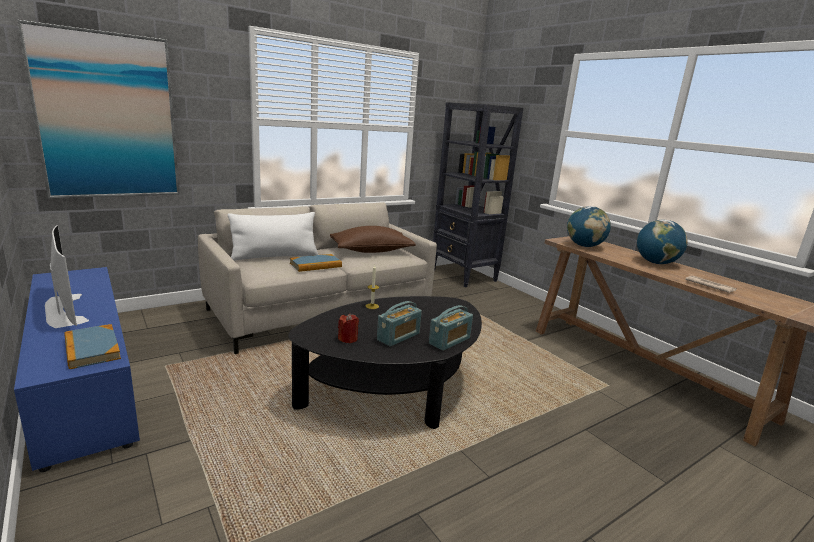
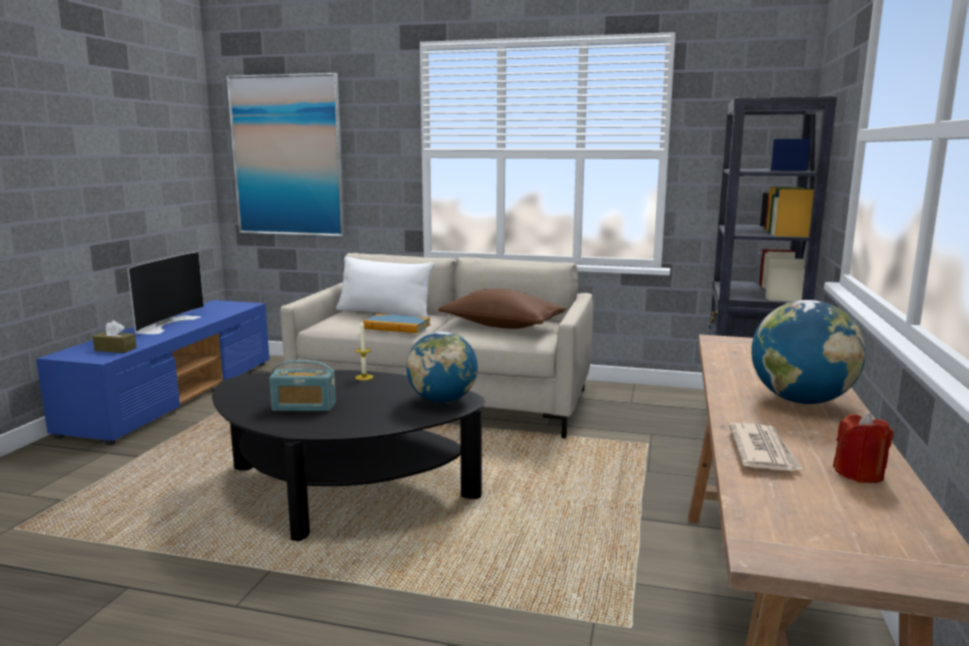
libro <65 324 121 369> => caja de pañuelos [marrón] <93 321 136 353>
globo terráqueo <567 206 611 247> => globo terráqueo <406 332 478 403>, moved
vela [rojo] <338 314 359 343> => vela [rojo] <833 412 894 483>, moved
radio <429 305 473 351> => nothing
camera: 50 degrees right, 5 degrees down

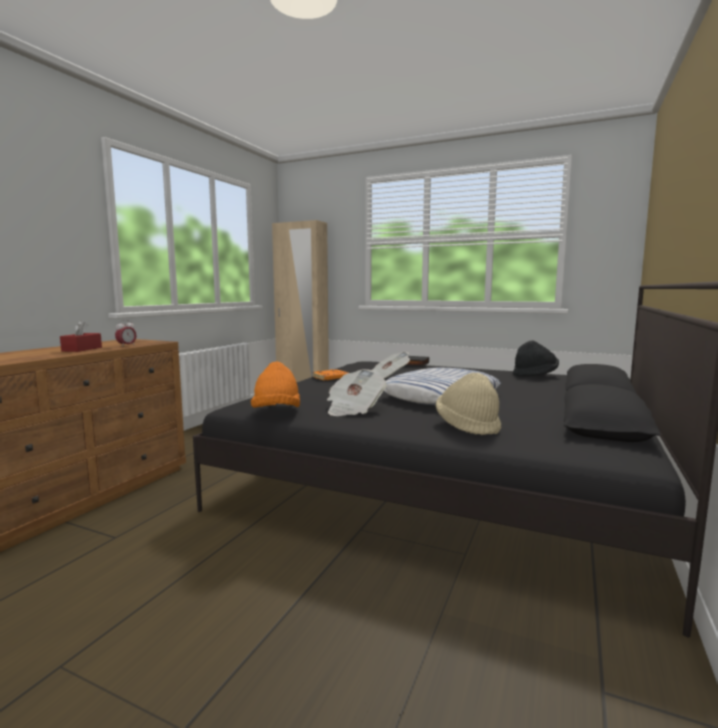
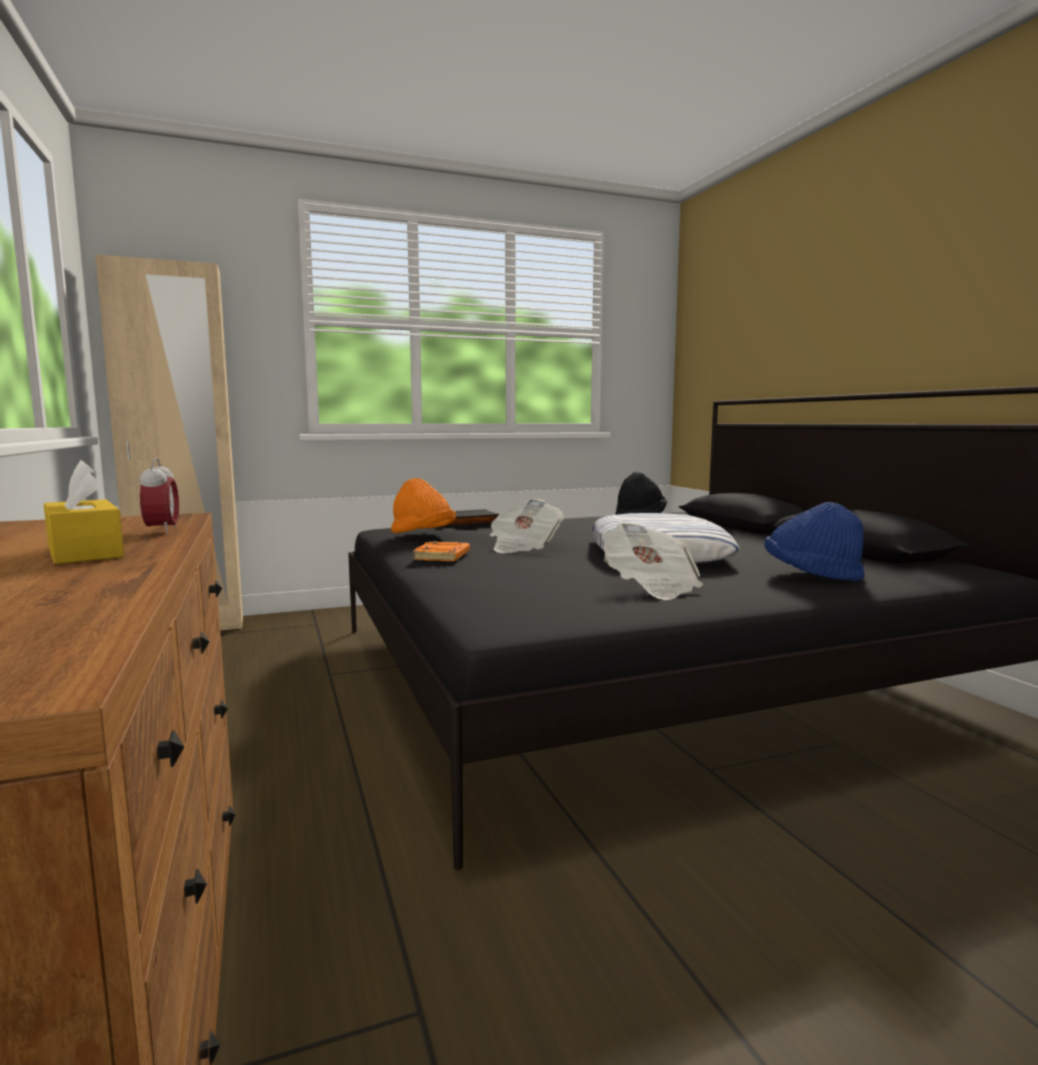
caja de pañuelos [rojo] <60 320 102 352> => caja de pañuelos [amarillo] <44 460 124 564>
sombrero [naranja] <251 362 300 408> => sombrero [naranja] <391 478 456 533>, moved
sombrero [beis] <436 373 501 435> => sombrero [azul] <764 502 865 581>
camera: 45 degrees left, 0 degrees up

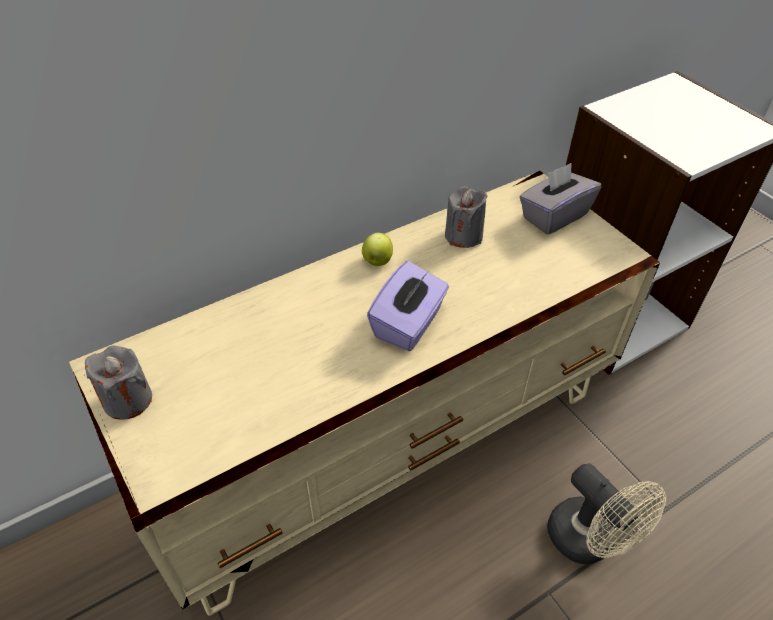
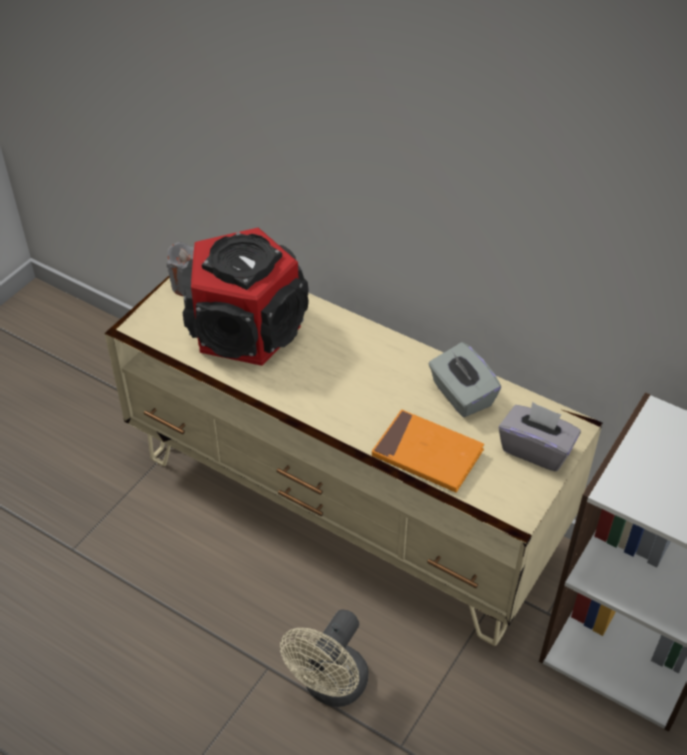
nothing => altavoz <181 228 309 366>
nothing => libro [naranja] <372 410 484 493>
vela [gris] <445 186 487 248> => caja de pañuelos [gris] <429 342 501 417>
manzana <362 233 393 266> => nothing
caja de pañuelos [morado] <367 261 449 351> => nothing
camera: 65 degrees right, 0 degrees up

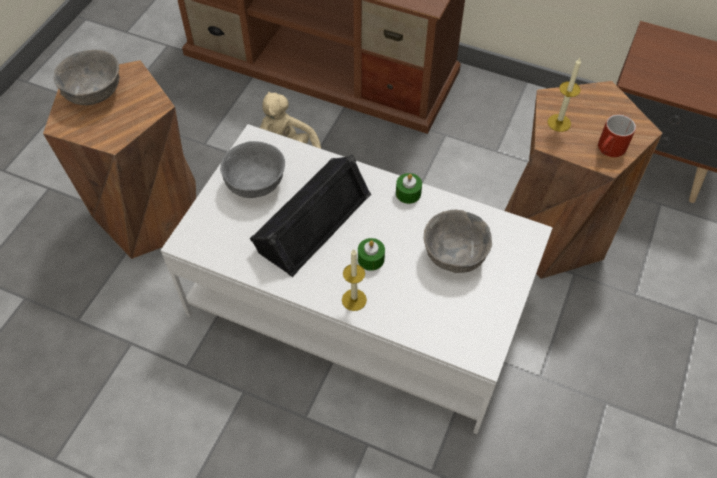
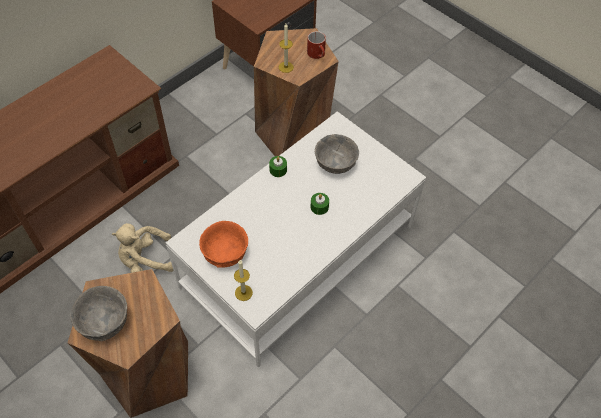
cuenco [gris] <220 141 285 198> => cuenco [naranja] <199 221 248 268>
vela <342 249 367 311> => vela <234 260 253 301>, moved
altavoz [negro] <250 155 371 277> => nothing
camera: 70 degrees left, 0 degrees up

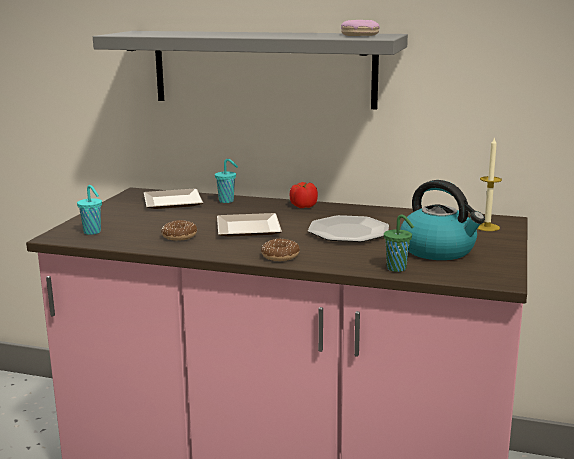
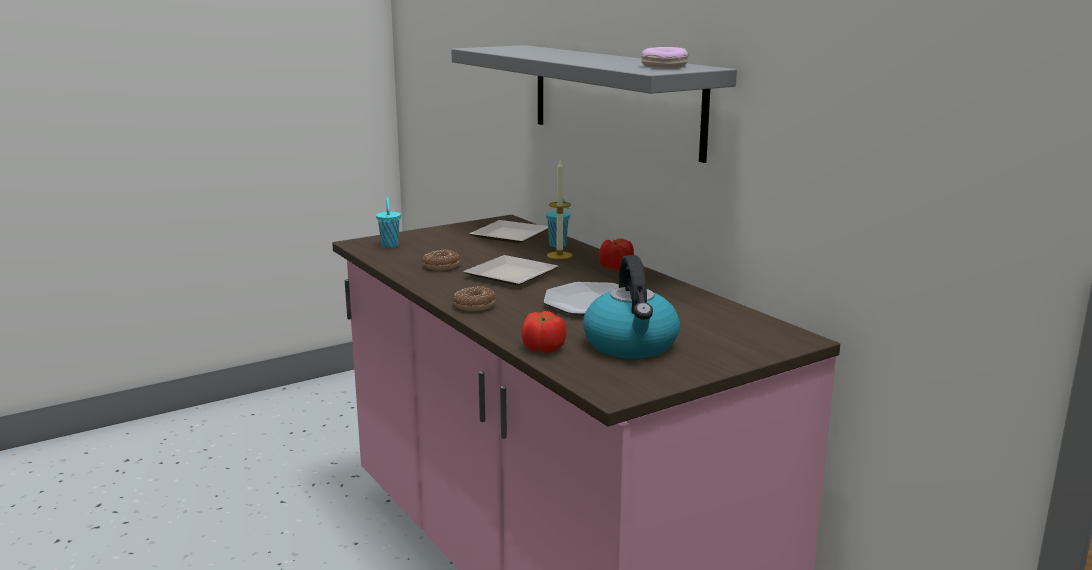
taza [verde] <384 215 414 272> => tomate <521 311 566 353>
vela <477 138 502 231> => vela <547 161 572 259>, moved
camera: 40 degrees right, 0 degrees up

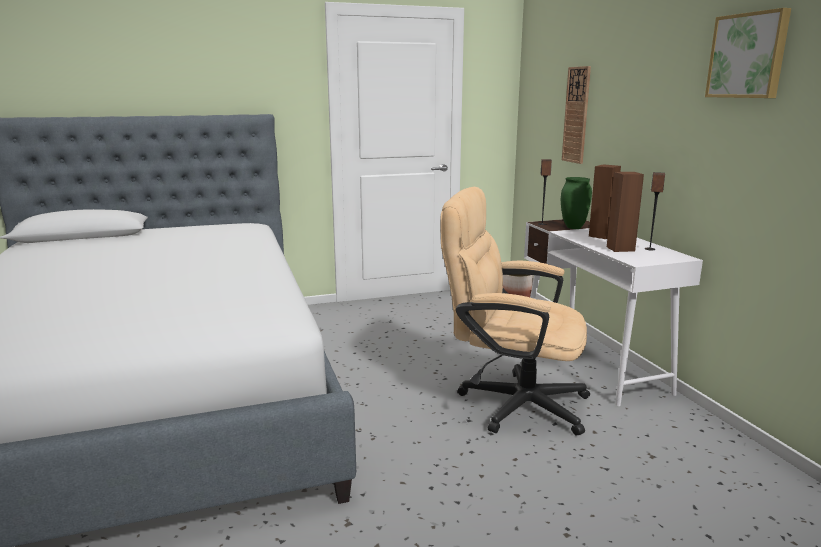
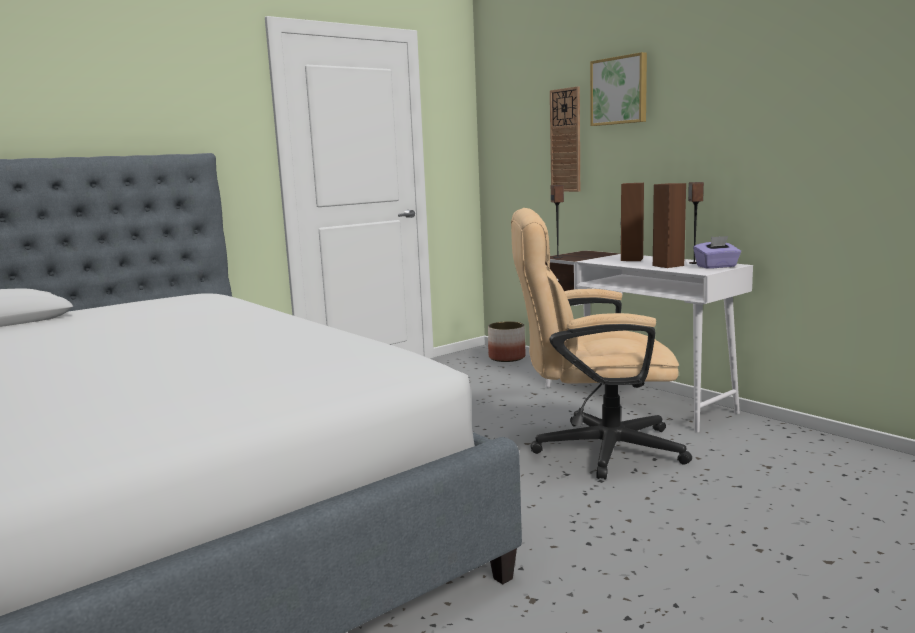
cuadro <705 8 791 98> => cuadro <590 52 647 126>, moved
nothing => caja de pañuelos [morado] <693 236 741 269>
florero [verde] <561 177 592 229> => nothing
camera: 20 degrees left, 5 degrees down

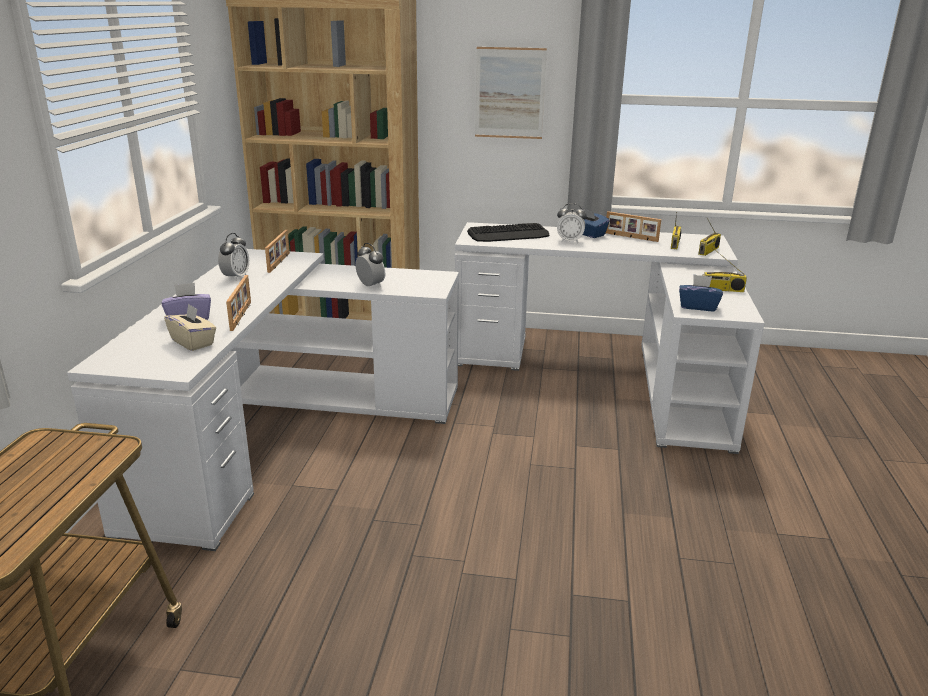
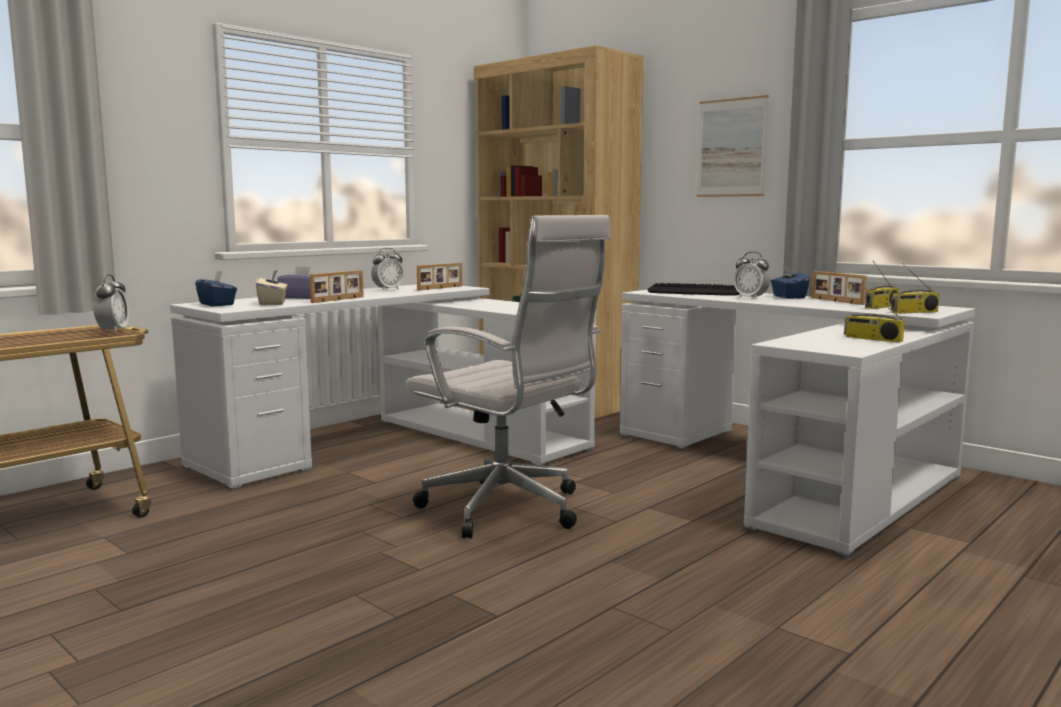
despertador <355 243 385 287> => despertador <93 274 129 333>, moved
caja de pañuelos [azul] <679 275 723 311> => caja de pañuelos [azul] <195 270 237 306>, moved
nothing => silla de oficina [blanco] <406 215 611 538>
camera: 35 degrees right, 15 degrees down

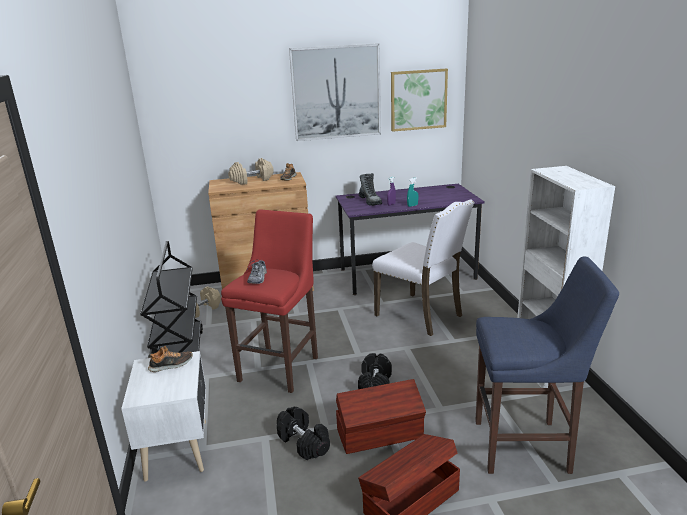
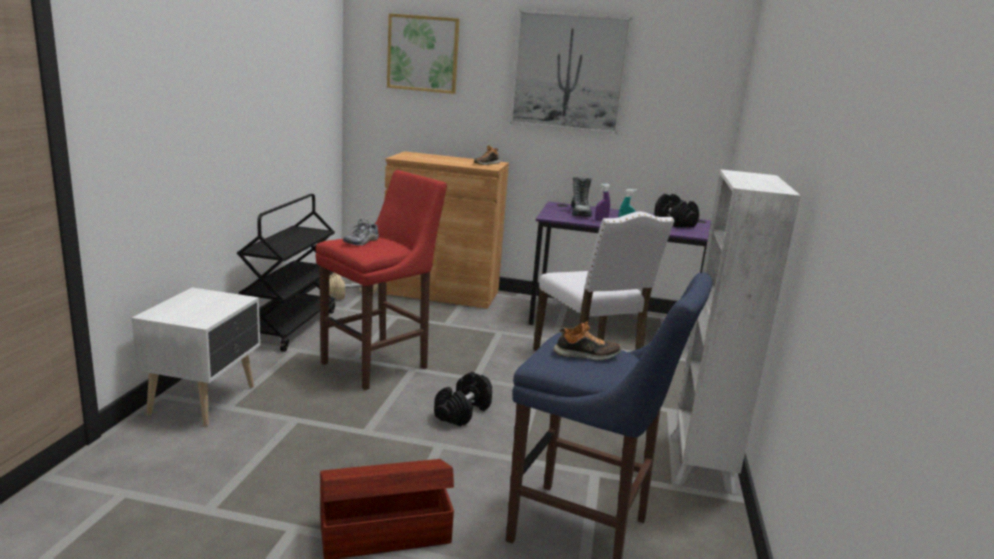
cuadro <391 69 448 132> => cuadro <387 13 460 94>, moved
zapato <148 346 193 372> => zapato <553 322 621 360>, moved
mancuerna [negro] <277 407 330 460> => mancuerna [negro] <654 194 699 227>, moved
mancuerna [beis] <228 158 274 185> => nothing
caja de almacenaje [marrón] <336 379 426 454> => nothing
camera: 20 degrees right, 5 degrees down

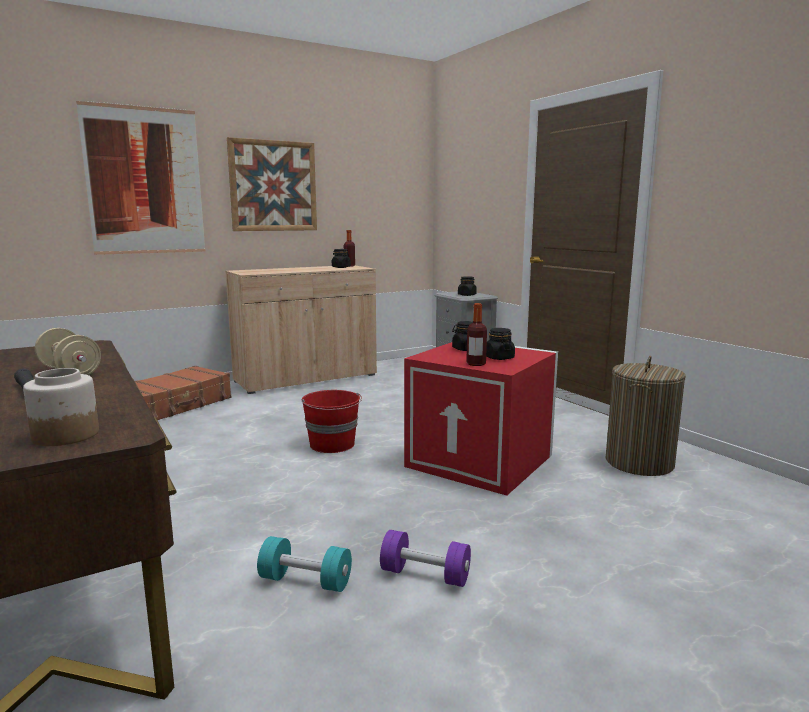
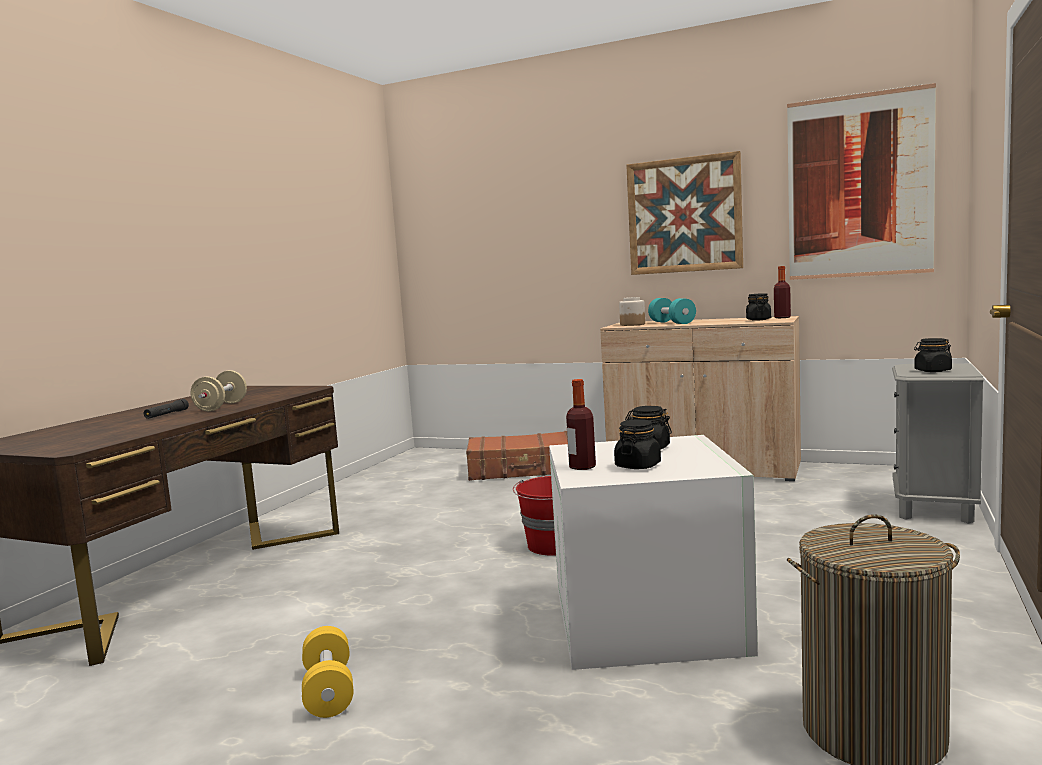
mancuerna [morado] <380 530 471 587> => mancuerna [amarillo] <302 626 353 718>
caja de almacenaje [rojo] <404 342 558 496> => caja de almacenaje [blanco] <549 435 758 670>
tarro <23 368 99 446> => tarro <619 297 645 326>, moved
mancuerna [turquesa] <257 536 352 592> => mancuerna [turquesa] <648 298 696 324>, moved
cuadro <76 101 206 255> => cuadro <787 83 936 280>, moved
camera: 55 degrees right, 5 degrees down

